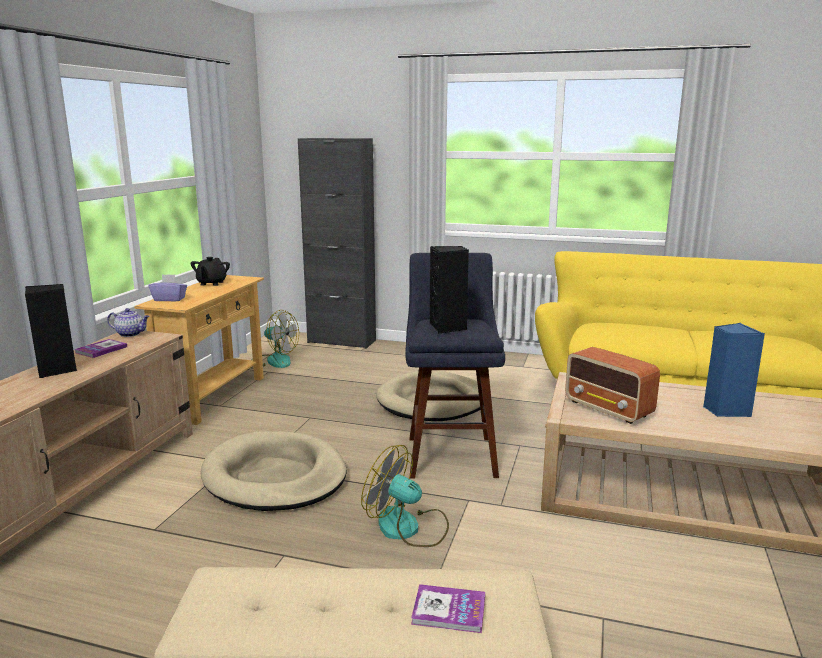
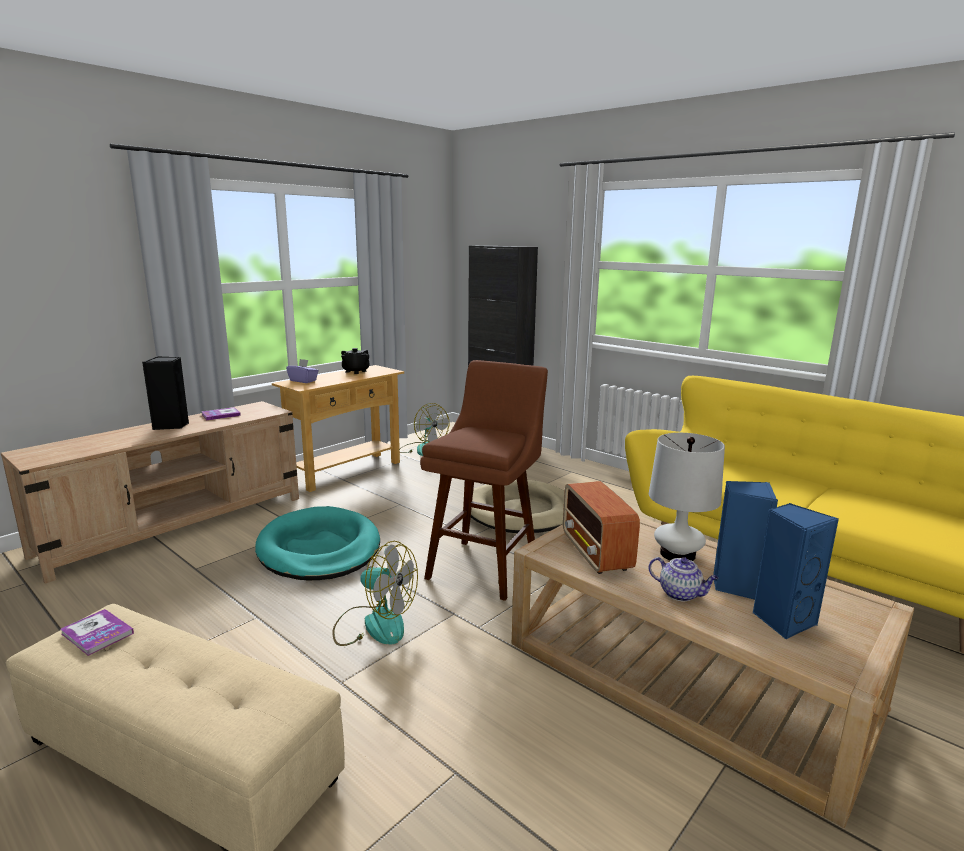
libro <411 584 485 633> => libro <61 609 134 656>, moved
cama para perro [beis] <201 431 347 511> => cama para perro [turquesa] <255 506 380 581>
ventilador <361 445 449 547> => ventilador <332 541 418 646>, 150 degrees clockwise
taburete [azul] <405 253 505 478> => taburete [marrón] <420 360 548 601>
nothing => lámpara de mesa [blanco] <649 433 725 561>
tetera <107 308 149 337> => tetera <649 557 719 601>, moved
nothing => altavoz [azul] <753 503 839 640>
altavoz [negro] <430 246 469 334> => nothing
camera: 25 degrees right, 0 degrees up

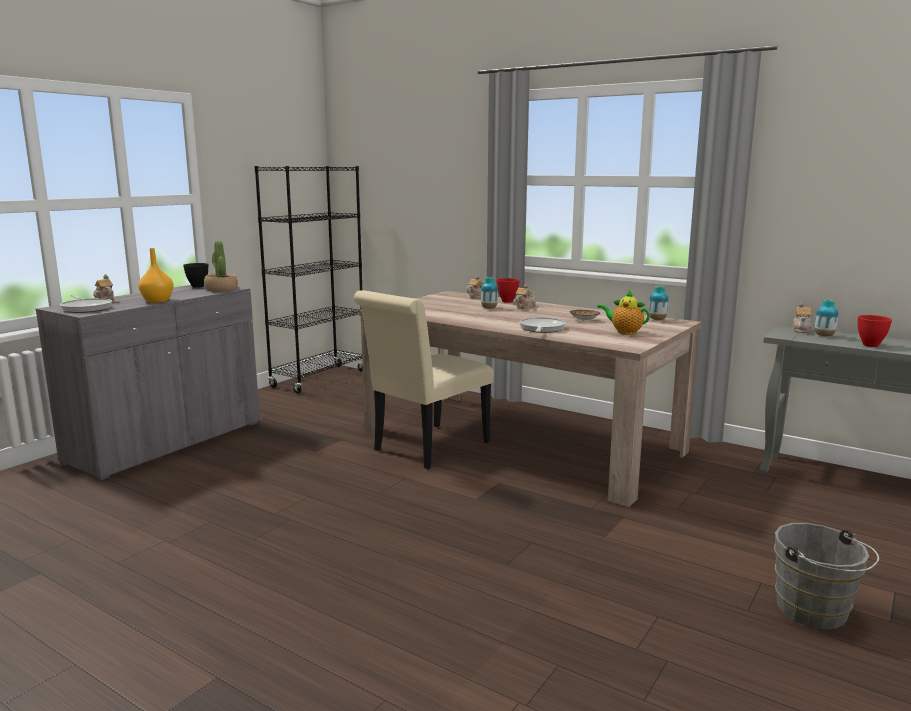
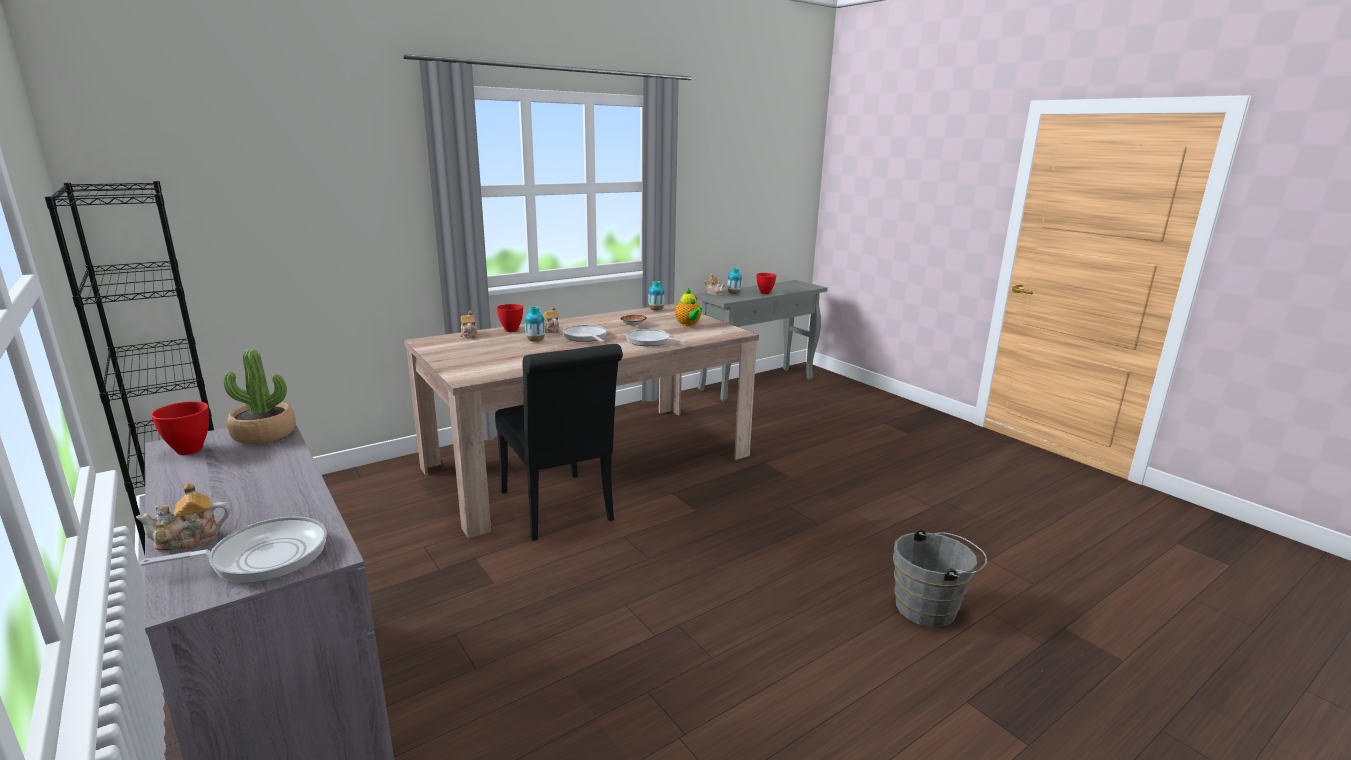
cuenco [negro] <183 263 208 288> => cuenco [rojo] <151 401 209 455>
silla [beis] <354 290 494 469> => silla [negro] <495 344 623 541>
nothing => sartén <563 325 607 342>
tetera <597 290 650 335> => tetera <675 288 703 326>, 75 degrees counterclockwise
cubo [gris] <774 523 879 629> => cubo [gris] <893 529 987 627>, moved
florero [naranja] <138 248 174 303> => nothing
camera: 70 degrees left, 5 degrees up

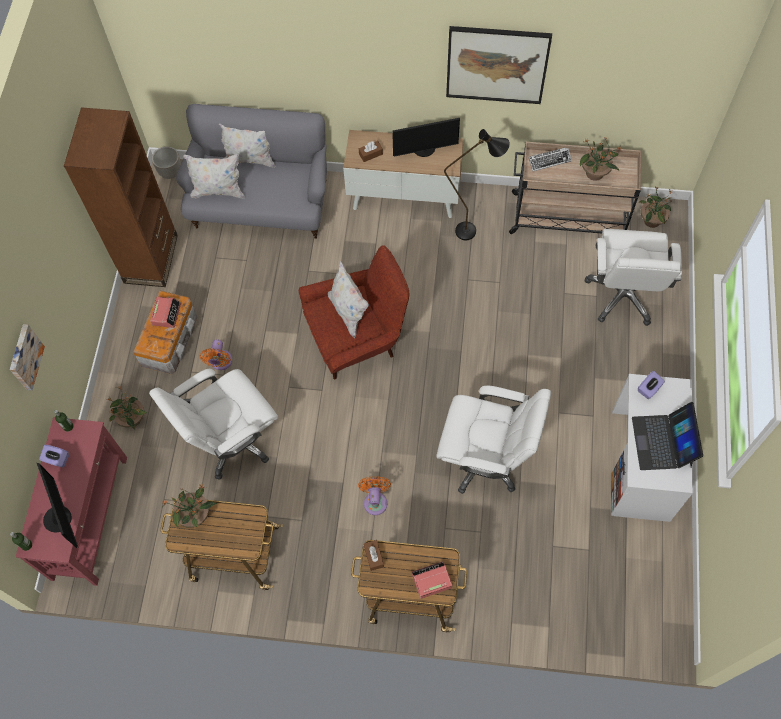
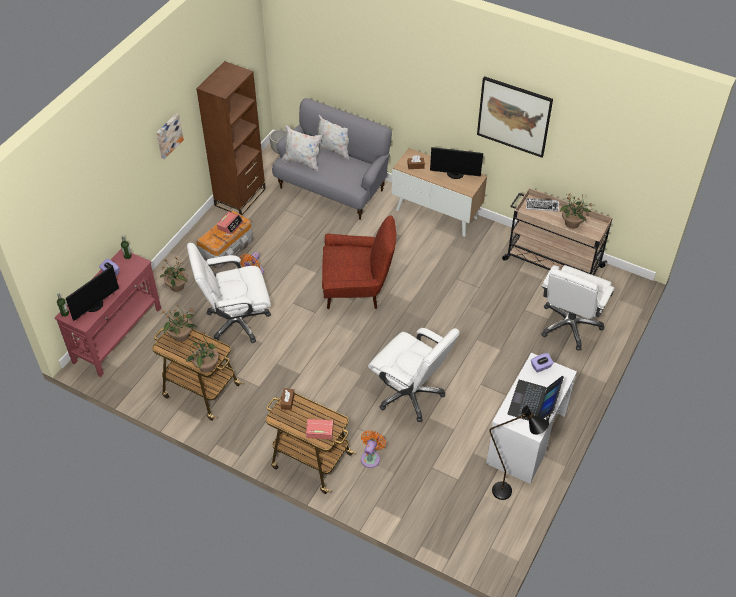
monitor <37 463 78 548> => monitor <66 265 119 321>, 45 degrees clockwise
cuadro <10 324 45 391> => cuadro <156 113 184 159>, moved
planta en maceta <639 187 672 228> => planta en maceta <185 333 220 373>, moved
ventilador [naranja] <358 476 391 515> => ventilador [naranja] <361 430 386 468>, moved
lámpara de pie [negro] <444 129 510 240> => lámpara de pie [negro] <489 406 549 500>, moved
cojín [blanco] <328 261 369 338> => nothing
camera: 20 degrees right, 15 degrees down

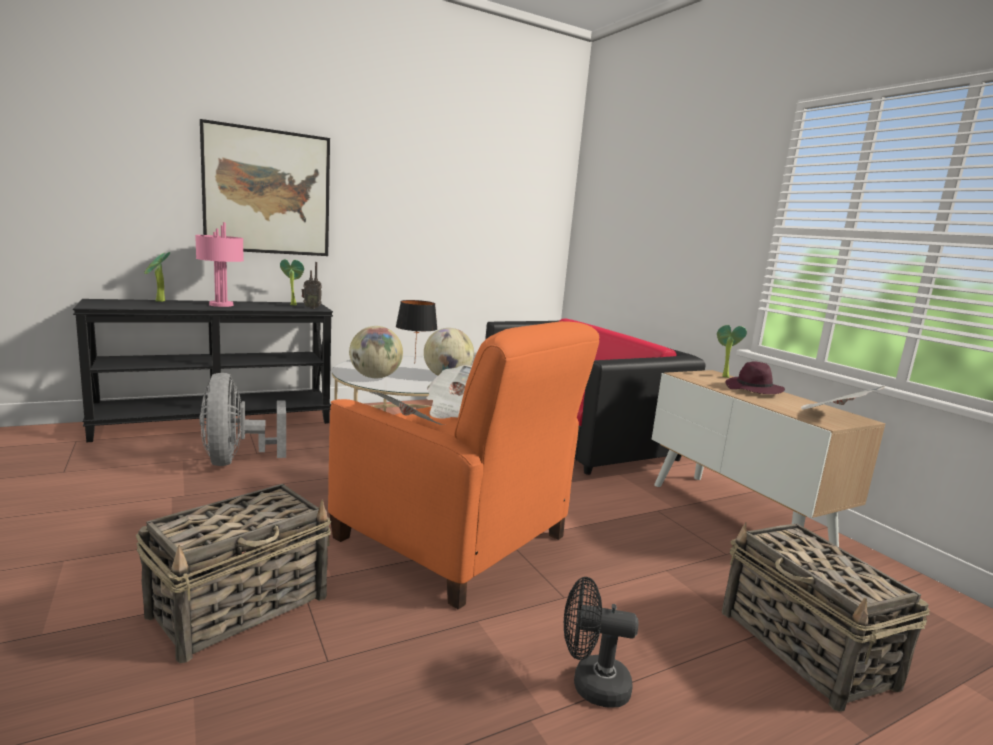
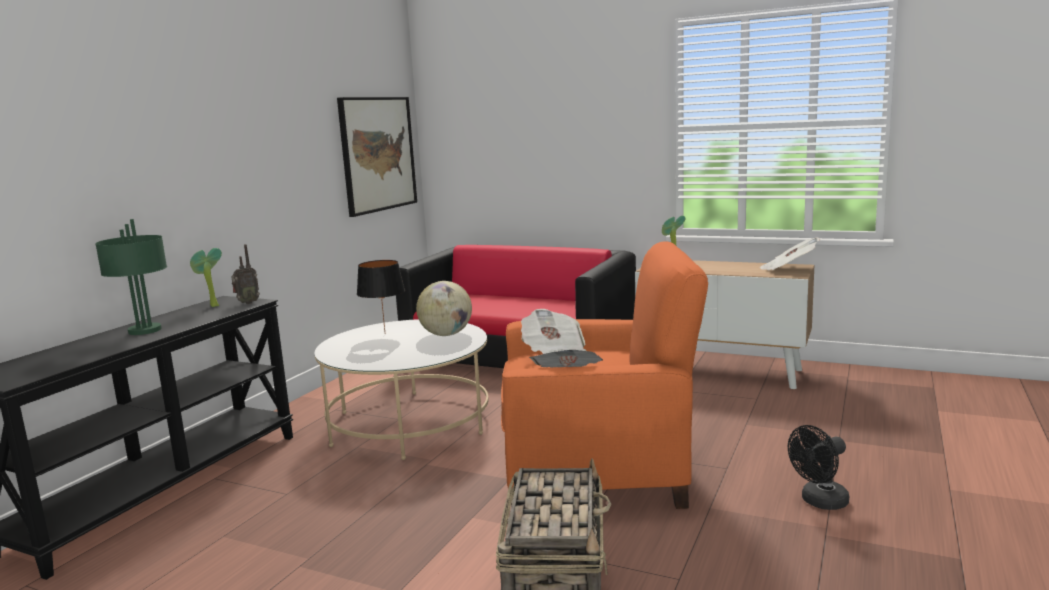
lámpara de mesa [rosa] <195 222 244 307> => lámpara de mesa [verde] <95 219 167 335>
cuadro <200 119 330 256> => cuadro <337 97 417 217>, moved
planta en maceta <144 252 170 302> => nothing
ventilador [gris] <200 373 286 466> => nothing
globo terráqueo <349 326 403 378> => nothing
cesta <722 523 930 712> => nothing
sombrero [morado] <725 361 785 394> => nothing
camera: 35 degrees left, 0 degrees up

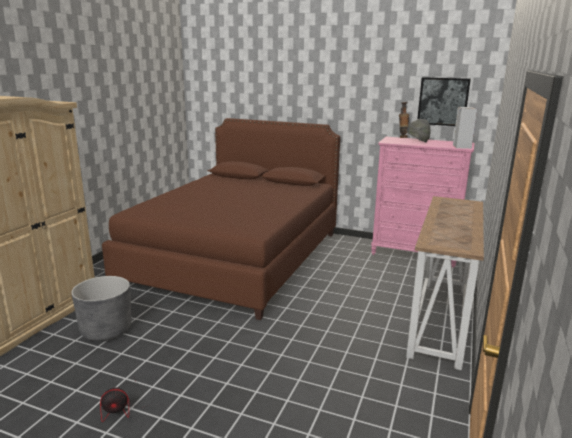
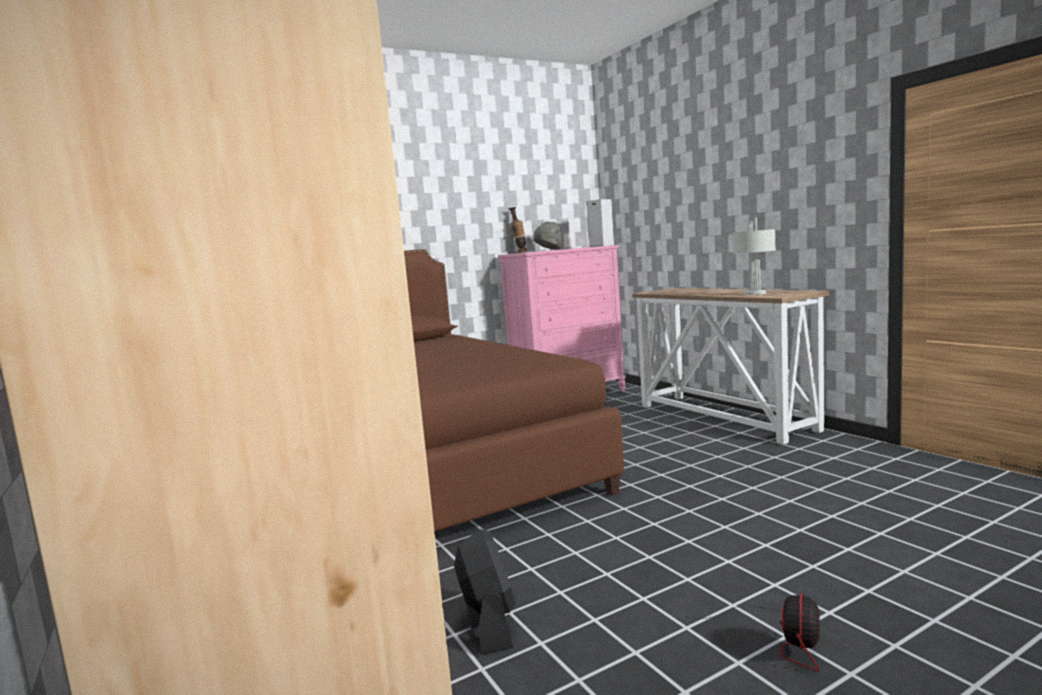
maceta [gris] <71 276 131 341> => ventilador [negro] <454 529 516 655>
nothing => lámpara de mesa [gris] <733 217 775 295>
cuadro <417 77 471 126> => nothing
camera: 50 degrees left, 10 degrees down

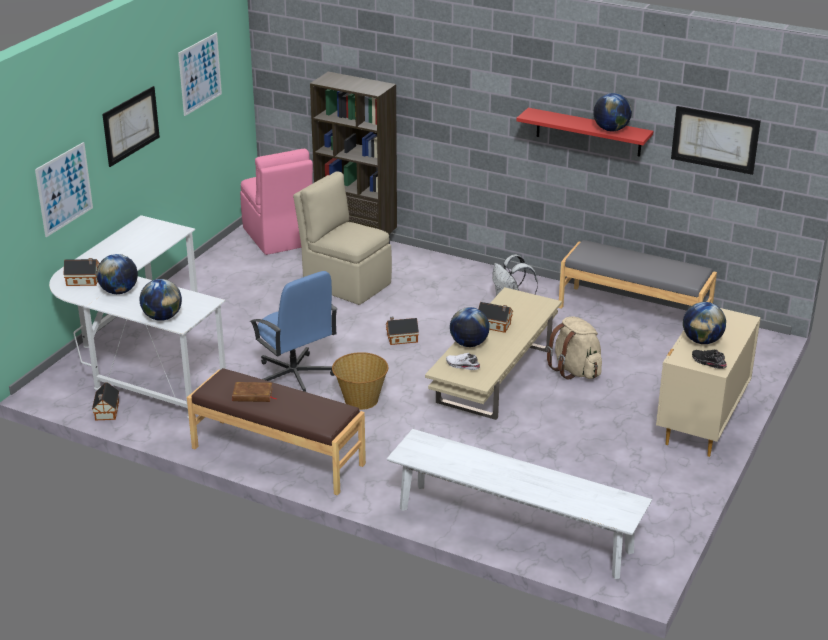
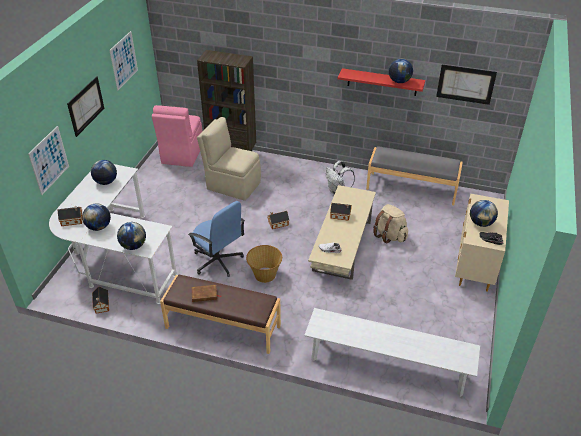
globo terráqueo <450 307 490 347> => globo terráqueo <91 160 117 185>, moved
silla [rosa] <240 149 313 255> => silla [rosa] <152 105 203 167>, 45 degrees clockwise
camera: 10 degrees left, 10 degrees up

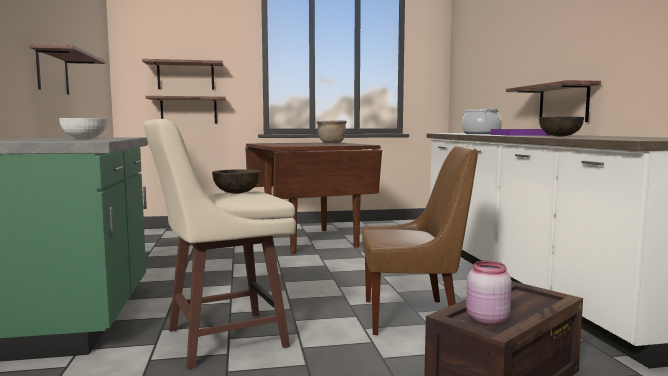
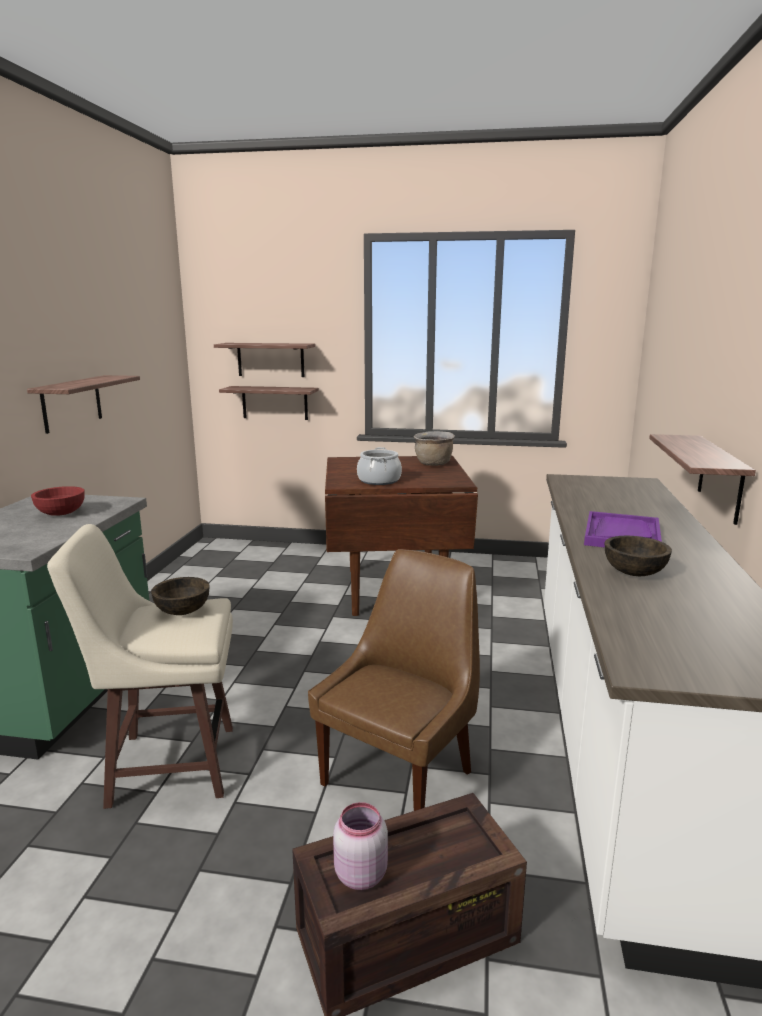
cuenco [blanco] <59 118 108 139> => cuenco [rojo] <31 486 84 516>
silla [marrón] <362 146 478 335> => silla [marrón] <308 549 480 811>, 75 degrees counterclockwise
olla <462 108 502 134> => olla <357 447 402 485>, moved
camera: 20 degrees right, 10 degrees up

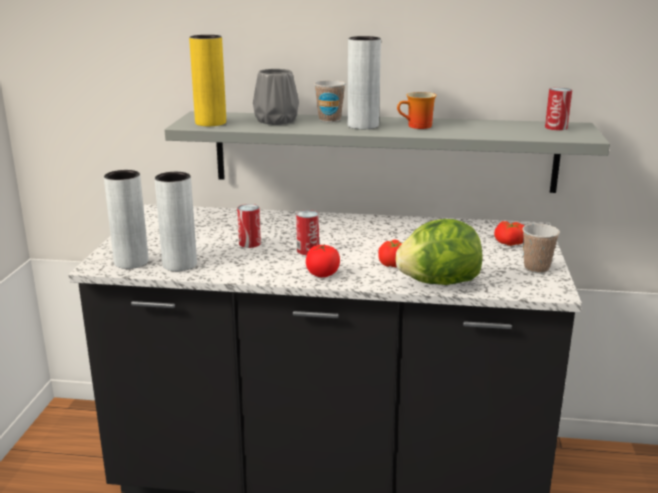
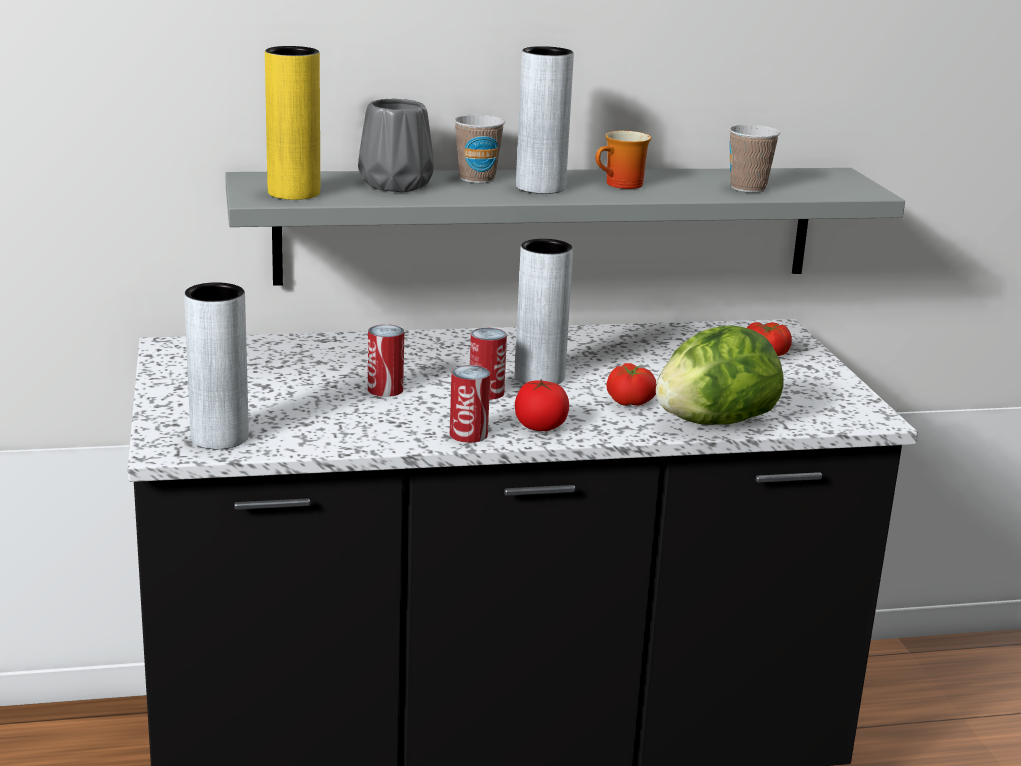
lata <545 87 572 130> => lata <450 365 490 443>, moved
florero [gris] <155 172 197 271> => florero [gris] <515 239 573 384>, moved
taza <522 224 560 273> => taza <729 125 780 193>, moved
camera: 20 degrees left, 0 degrees up

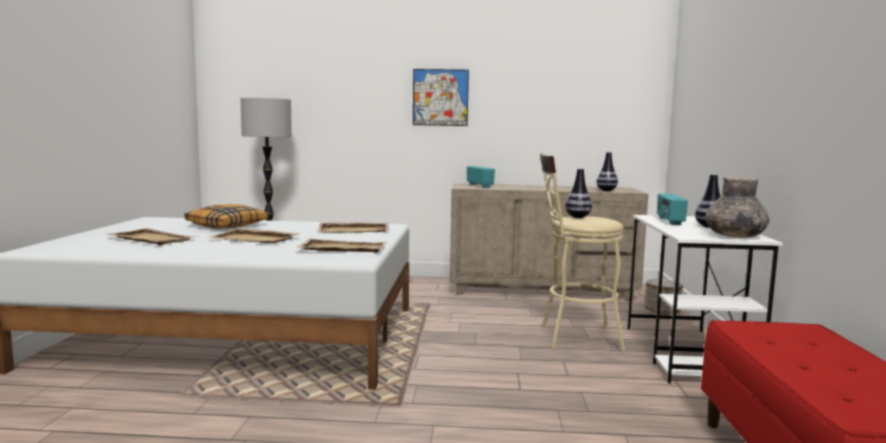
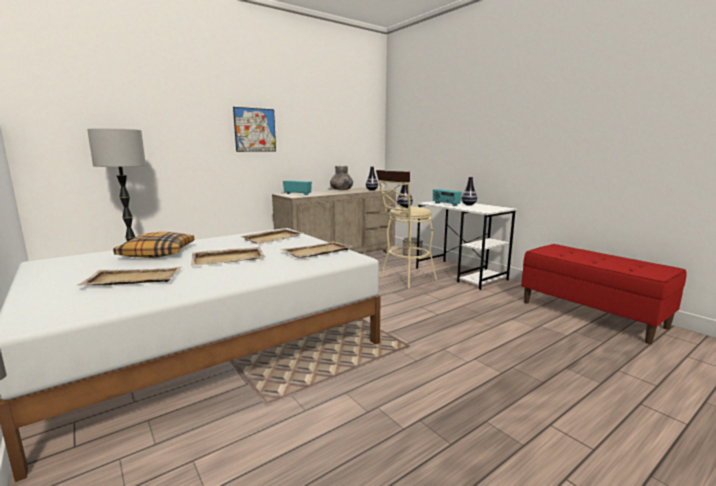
florero [gris] <705 177 769 238> => florero [gris] <330 166 353 190>, moved
camera: 40 degrees left, 5 degrees up

